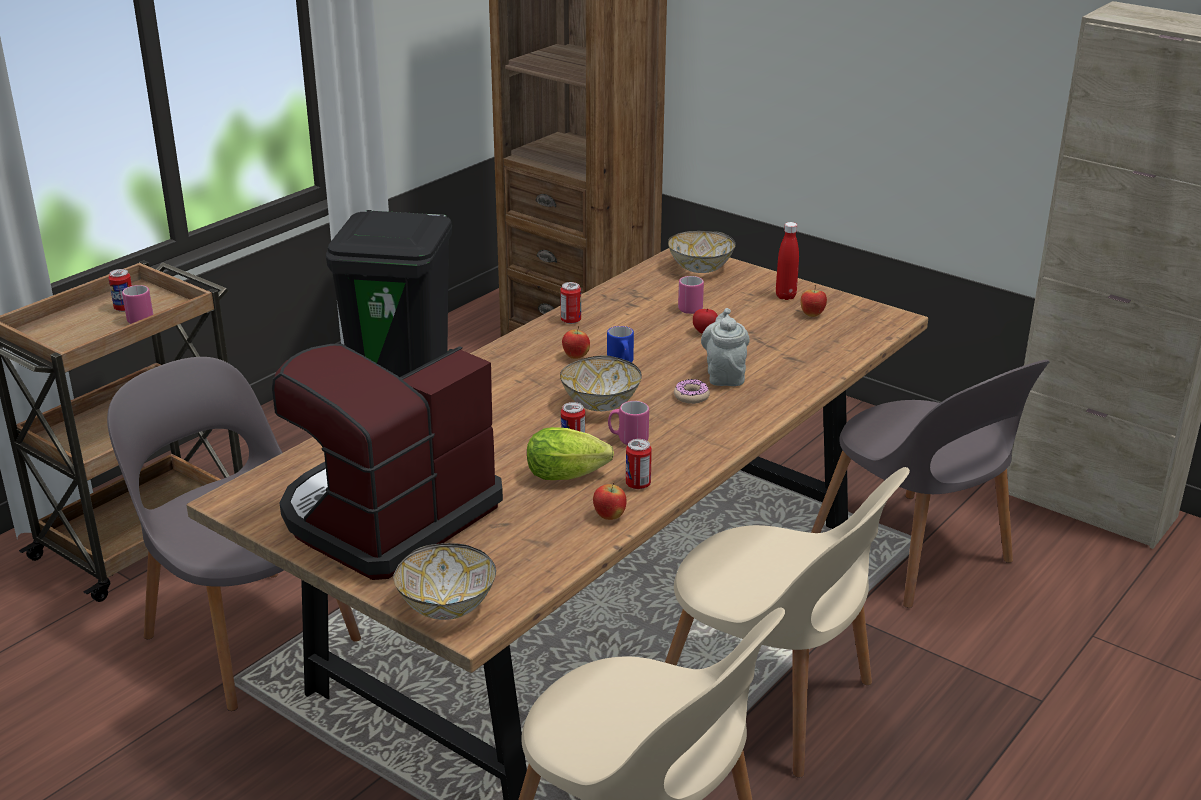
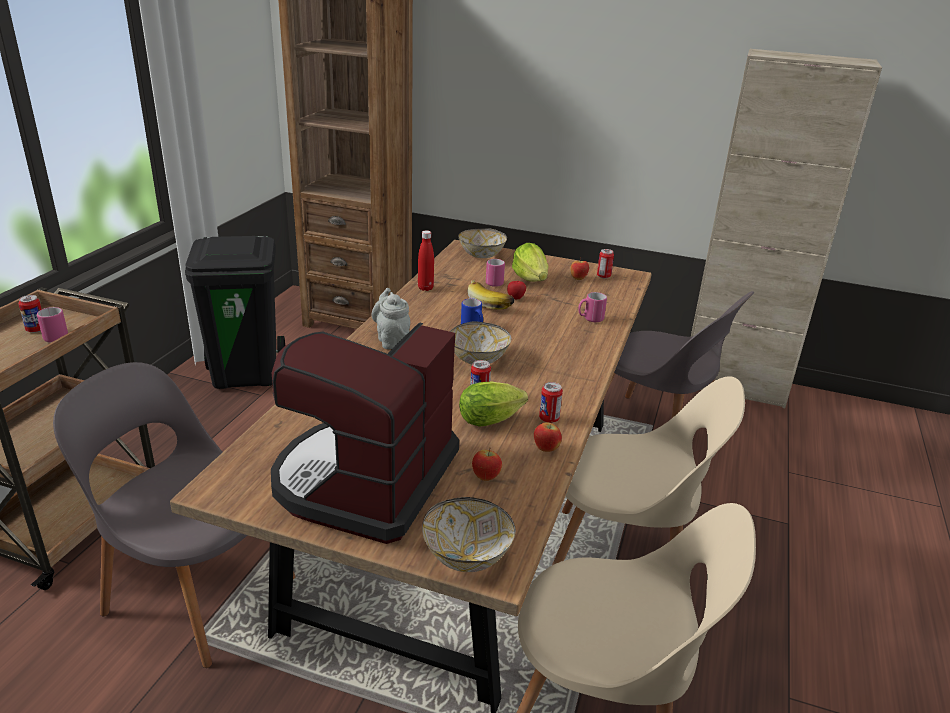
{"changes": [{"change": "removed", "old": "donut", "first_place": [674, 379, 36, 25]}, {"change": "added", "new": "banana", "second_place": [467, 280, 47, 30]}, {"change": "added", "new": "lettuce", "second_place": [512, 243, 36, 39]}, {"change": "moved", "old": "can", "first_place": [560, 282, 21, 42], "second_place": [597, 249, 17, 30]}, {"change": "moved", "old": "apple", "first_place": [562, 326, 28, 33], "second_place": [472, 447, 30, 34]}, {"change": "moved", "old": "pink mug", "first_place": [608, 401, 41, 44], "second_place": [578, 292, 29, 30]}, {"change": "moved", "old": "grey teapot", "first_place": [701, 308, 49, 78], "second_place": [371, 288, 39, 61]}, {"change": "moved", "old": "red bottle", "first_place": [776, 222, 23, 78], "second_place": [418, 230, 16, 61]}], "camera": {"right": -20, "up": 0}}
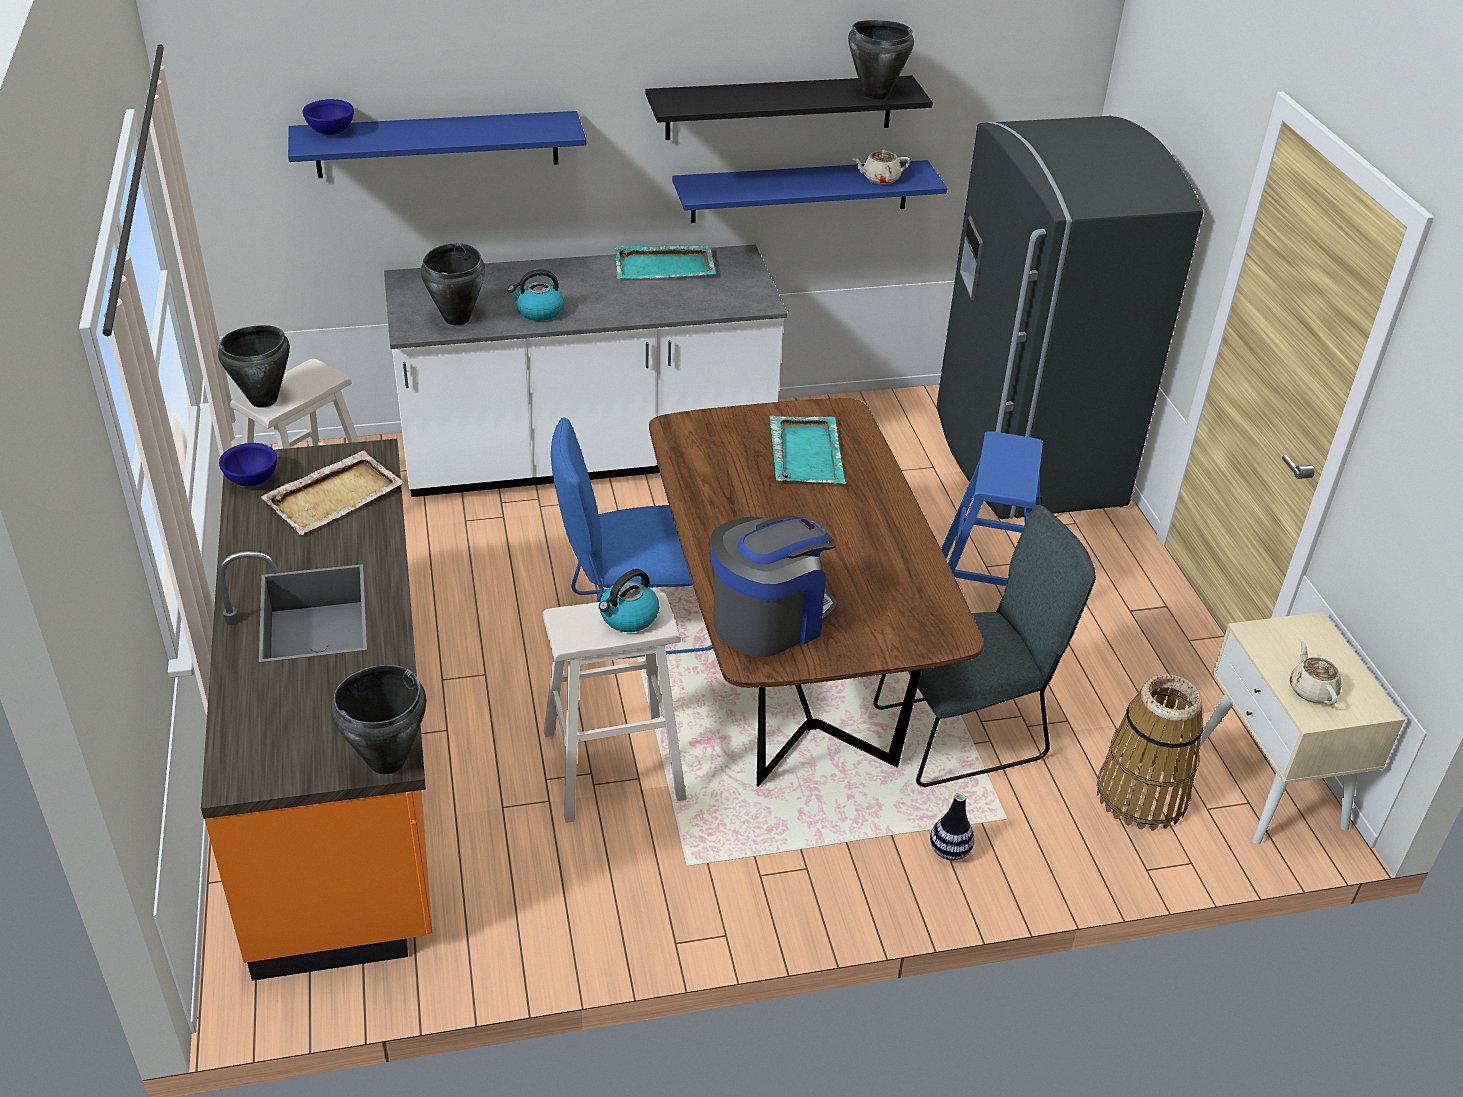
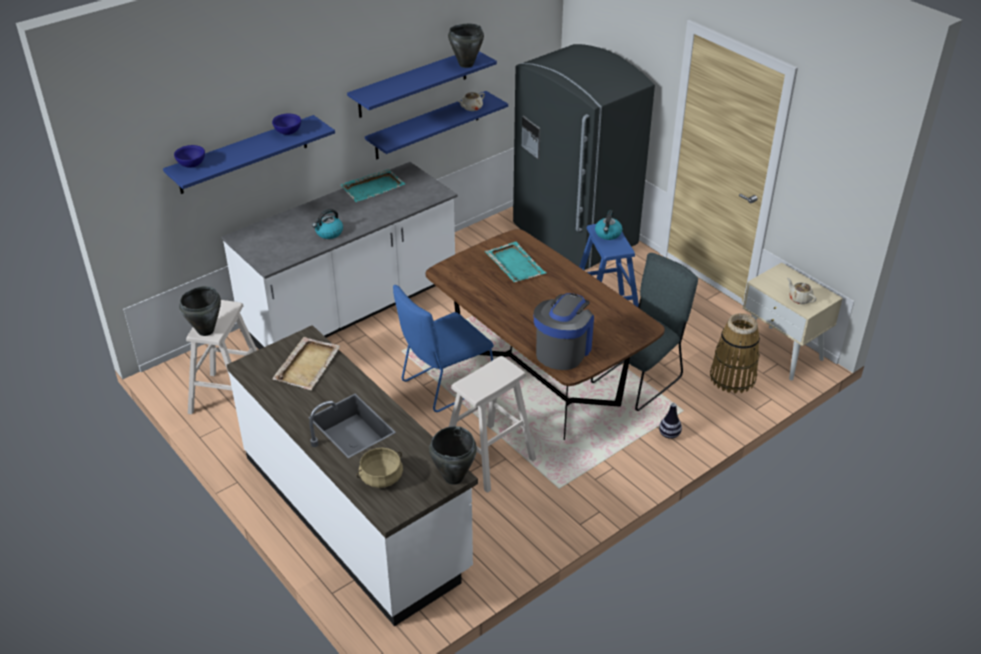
{"changes": [{"change": "removed", "old": "black cooking pot", "first_place": [421, 243, 64, 82]}, {"change": "added", "new": "beige cooking pot", "second_place": [356, 448, 47, 40]}, {"change": "moved", "old": "blue bowl", "first_place": [219, 443, 58, 43], "second_place": [272, 114, 29, 21]}, {"change": "moved", "old": "kettle", "first_place": [599, 569, 60, 63], "second_place": [595, 210, 27, 30]}, {"change": "recoloured", "old": "orange counter", "new": "white counter", "first_place": [201, 439, 231, 542], "second_place": [227, 325, 251, 301]}, {"change": "recoloured", "old": "black shelf", "new": "blue shelf", "first_place": [646, 76, 287, 64], "second_place": [347, 51, 150, 67]}], "camera": {"right": -25, "up": 0}}
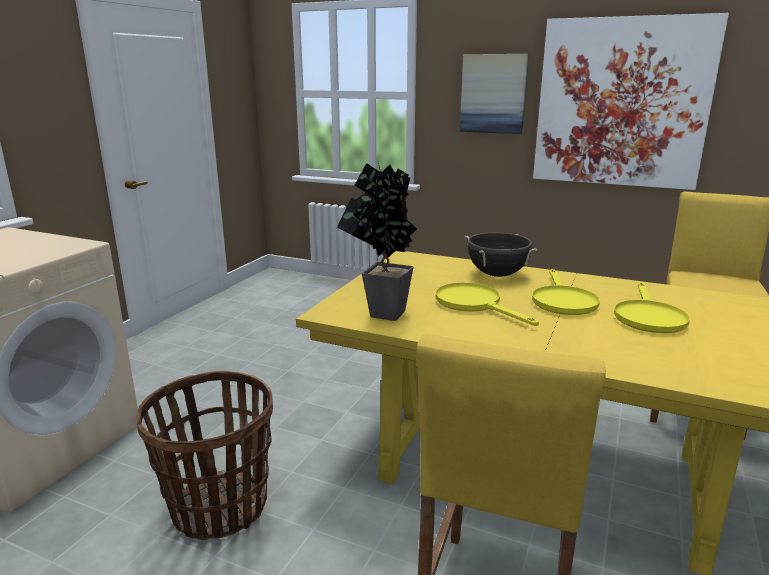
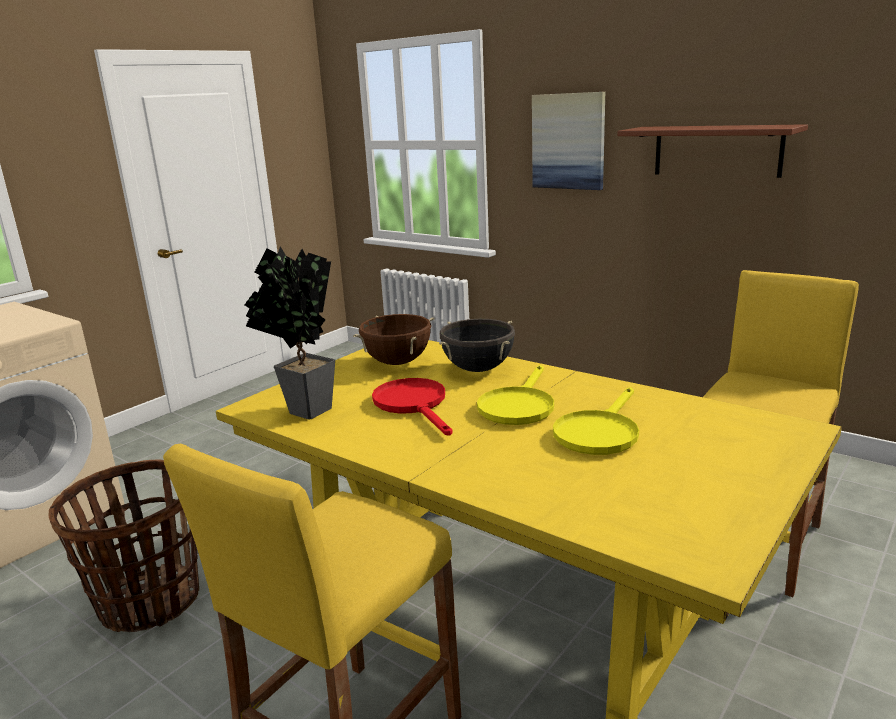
{"changes": [{"change": "added", "new": "brown cooking pot", "second_place": [353, 314, 81, 51]}, {"change": "replaced", "old": "picture", "new": "brown shelf", "first_place": [533, 13, 196, 177], "second_place": [617, 124, 191, 54]}, {"change": "recoloured", "old": "yellow frying pan", "new": "red frying pan", "first_place": [436, 282, 103, 44], "second_place": [372, 378, 81, 58]}], "camera": {"right": 15, "up": 0}}
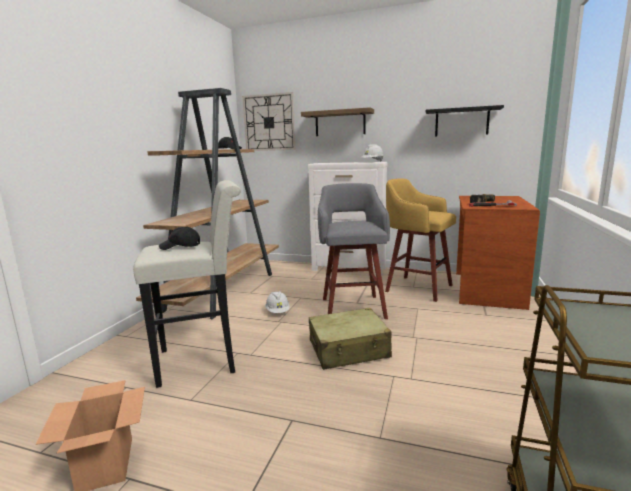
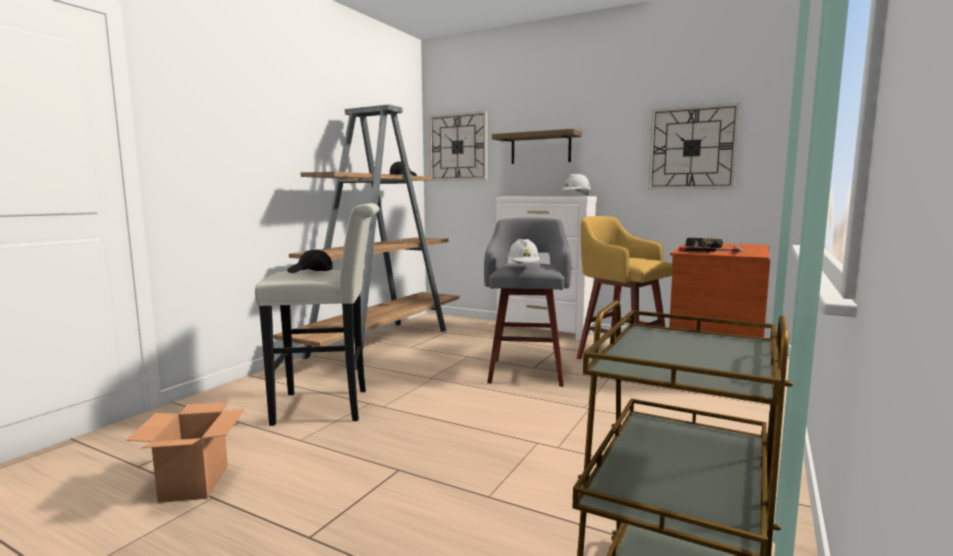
{"changes": [{"change": "removed", "old": "beige suitcase", "first_place": [309, 308, 83, 62]}, {"change": "moved", "old": "white hard hat", "first_place": [265, 291, 25, 22], "second_place": [507, 239, 33, 26]}, {"change": "replaced", "old": "black shelf", "new": "wall clock", "first_place": [426, 105, 78, 32], "second_place": [648, 103, 92, 86]}], "camera": {"right": 10, "up": -5}}
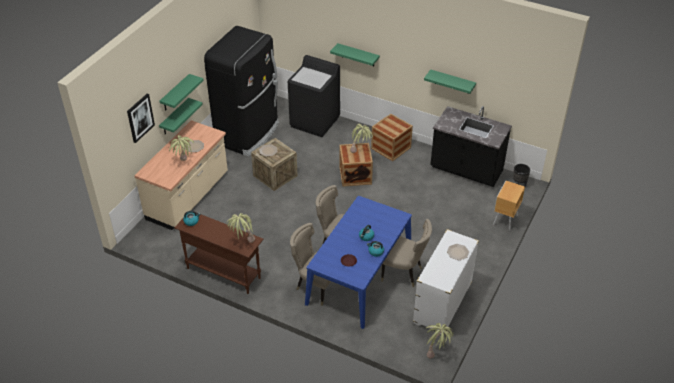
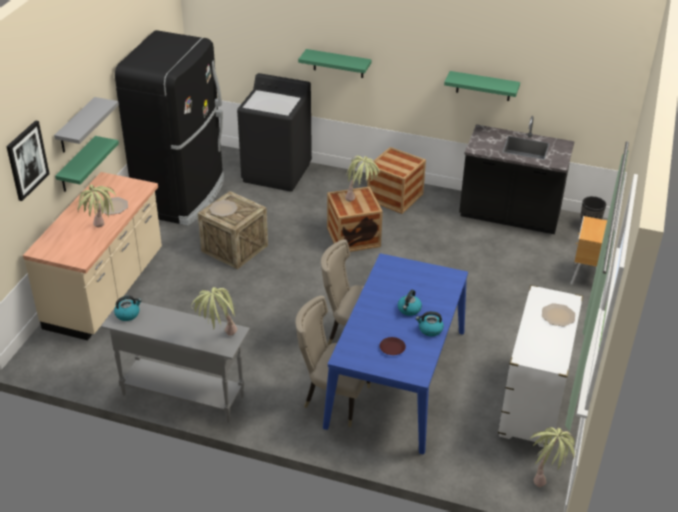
{"changes": [{"change": "removed", "old": "beige chair", "first_place": [381, 219, 51, 68]}, {"change": "recoloured", "old": "green shelf", "new": "grey shelf", "first_place": [159, 74, 45, 37], "second_place": [54, 97, 65, 55]}, {"change": "recoloured", "old": "brown console table", "new": "grey console table", "first_place": [174, 210, 90, 84], "second_place": [101, 299, 149, 124]}], "camera": {"right": -10, "up": -5}}
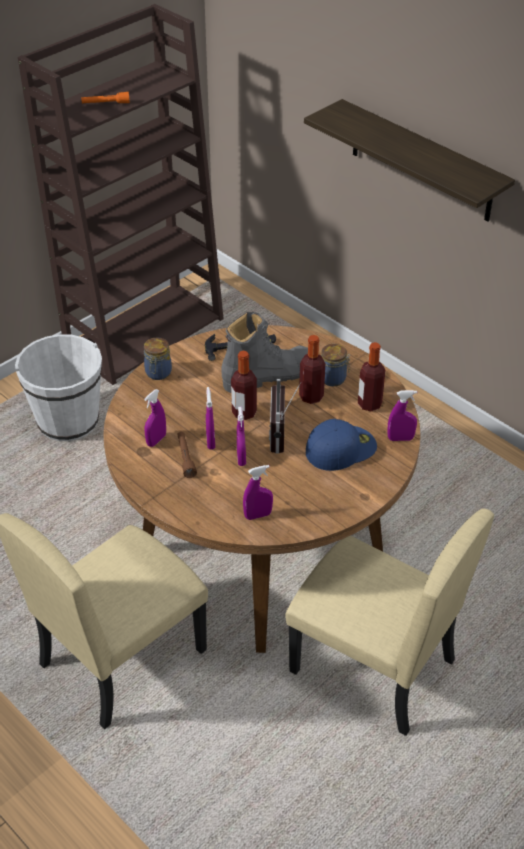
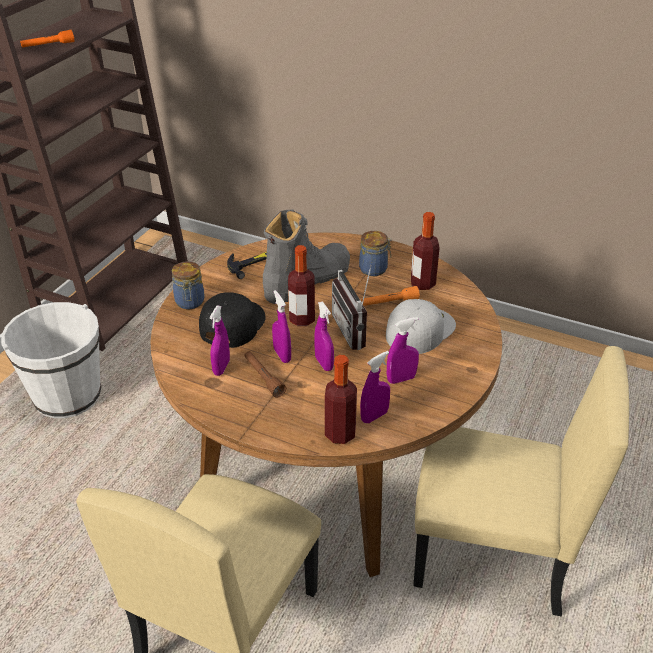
{"changes": [{"change": "removed", "old": "shelf", "first_place": [304, 99, 211, 123]}, {"change": "added", "new": "black cap", "second_place": [199, 292, 67, 56]}, {"change": "added", "new": "orange flashlight", "second_place": [361, 286, 59, 20]}, {"change": "moved", "old": "bottle", "first_place": [299, 335, 26, 69], "second_place": [325, 355, 32, 89]}, {"change": "moved", "old": "purple spray bottle", "first_place": [387, 390, 30, 51], "second_place": [387, 317, 32, 67]}, {"change": "recoloured", "old": "blue cap", "new": "white cap", "first_place": [306, 419, 71, 52], "second_place": [386, 299, 70, 55]}], "camera": {"right": -20, "up": -5}}
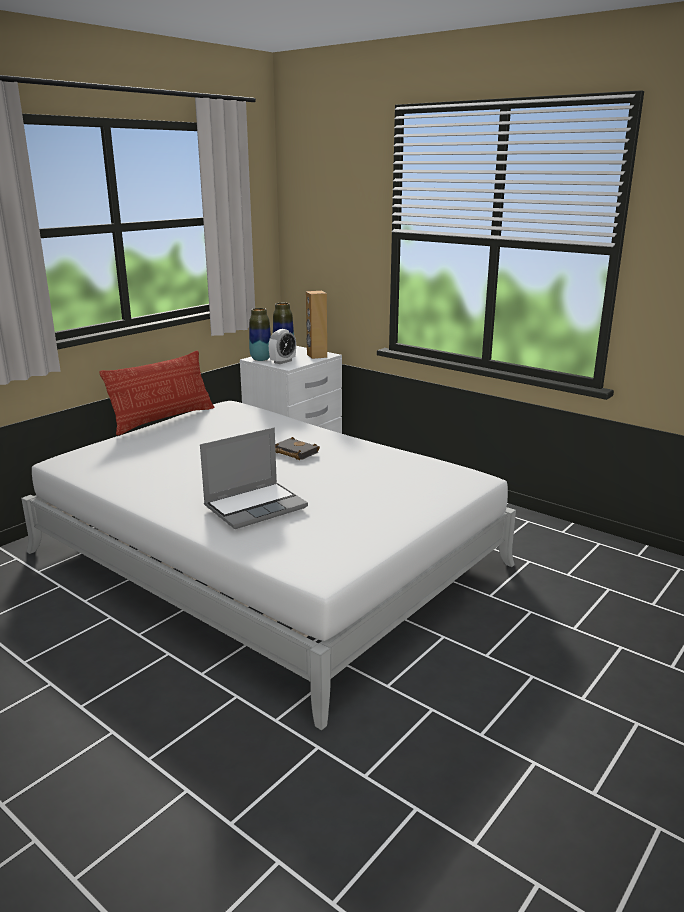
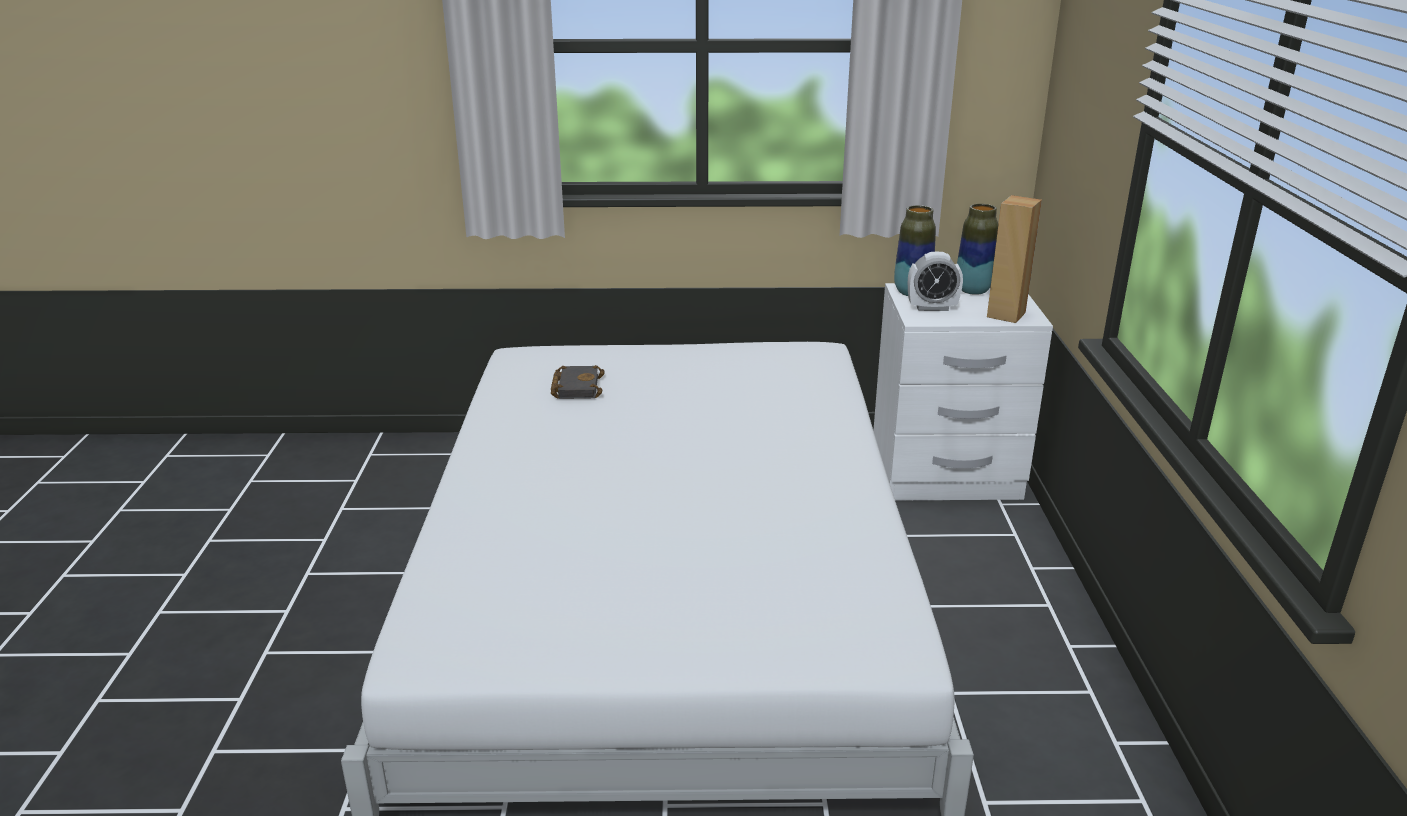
{"changes": [{"change": "removed", "old": "pillow", "first_place": [99, 351, 116, 85]}, {"change": "removed", "old": "laptop", "first_place": [200, 428, 108, 101]}, {"change": "moved", "old": "black book", "first_place": [275, 437, 45, 23], "second_place": [551, 365, 54, 34]}], "camera": {"right": 50, "up": 5}}
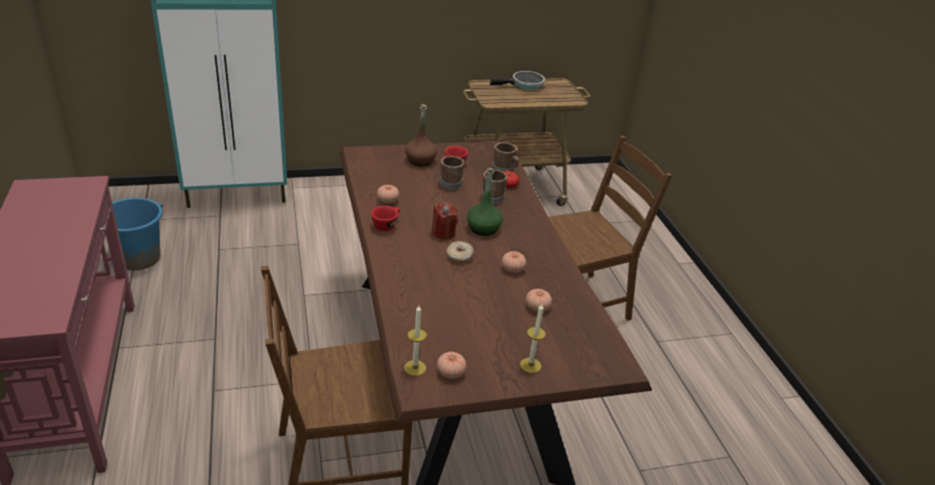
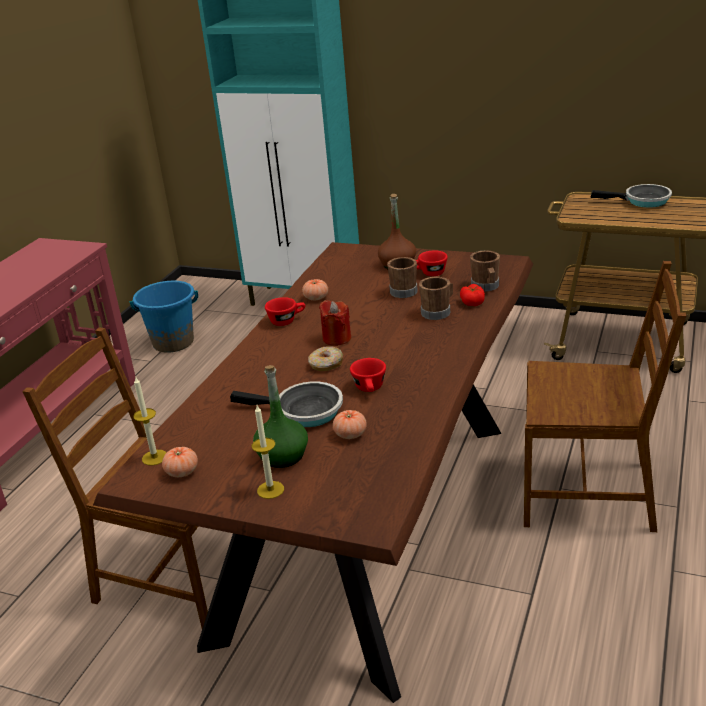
{"changes": [{"change": "added", "new": "frying pan", "second_place": [230, 381, 113, 46]}, {"change": "moved", "old": "green bottle", "first_place": [467, 168, 36, 68], "second_place": [253, 365, 55, 103]}, {"change": "replaced", "old": "tomato", "new": "red cup", "first_place": [502, 251, 24, 22], "second_place": [350, 358, 36, 34]}], "camera": {"right": 40, "up": -5}}
